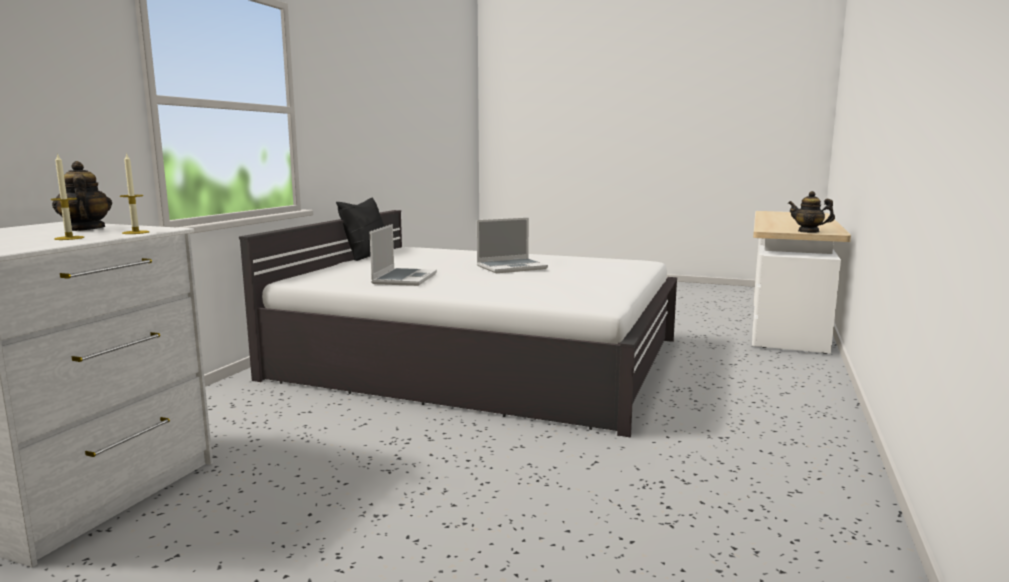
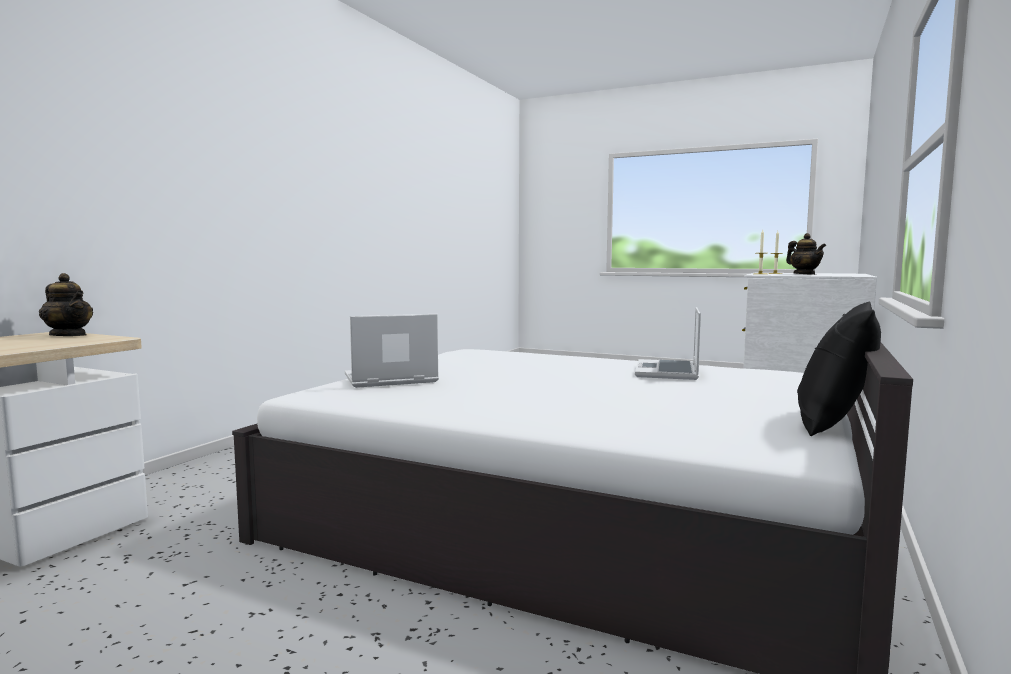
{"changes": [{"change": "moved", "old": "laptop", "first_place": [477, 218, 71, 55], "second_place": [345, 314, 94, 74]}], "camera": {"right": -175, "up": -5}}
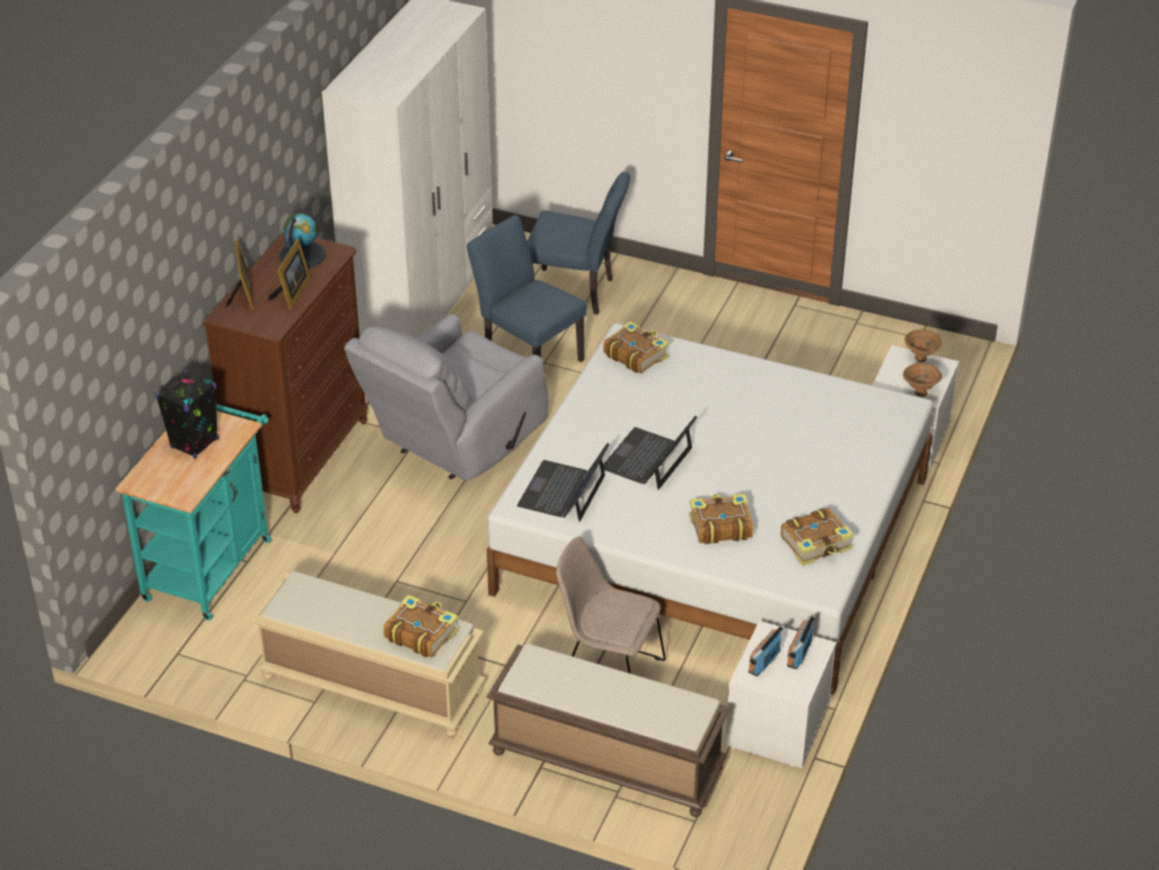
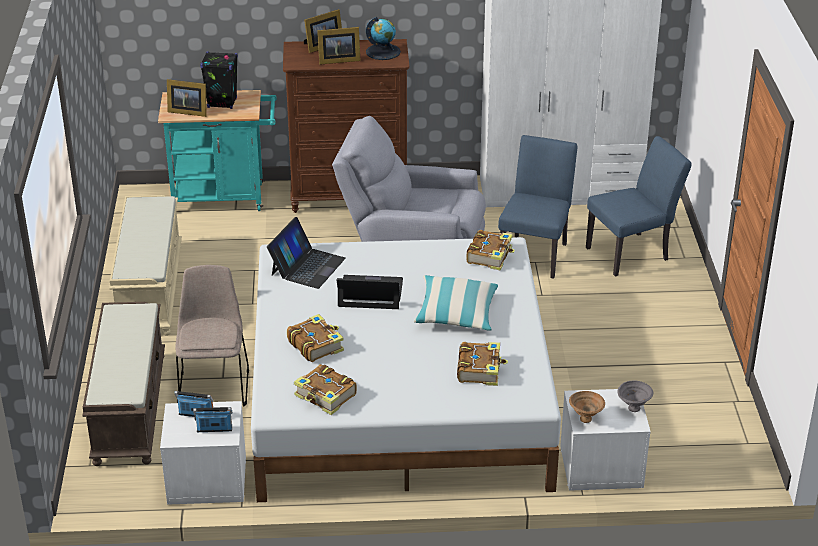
{"changes": [{"change": "added", "new": "picture frame", "second_place": [167, 79, 40, 38]}, {"change": "added", "new": "pillow", "second_place": [414, 275, 84, 55]}, {"change": "moved", "old": "book", "first_place": [383, 595, 76, 63], "second_place": [457, 342, 51, 44]}, {"change": "recoloured", "old": "brown bowl", "new": "grey bowl", "first_place": [904, 330, 38, 32], "second_place": [618, 381, 35, 31]}, {"change": "turned", "old": "laptop", "first_place": [517, 443, 93, 79], "second_place": [267, 217, 79, 72], "degrees": 120}, {"change": "turned", "old": "blue chair", "first_place": [527, 172, 103, 143], "second_place": [586, 136, 106, 141], "degrees": -105}], "camera": {"right": 65, "up": -5}}
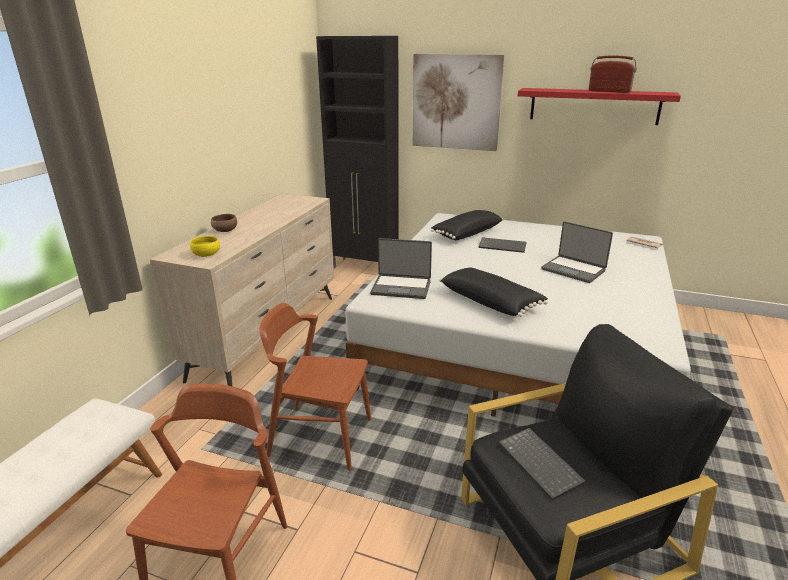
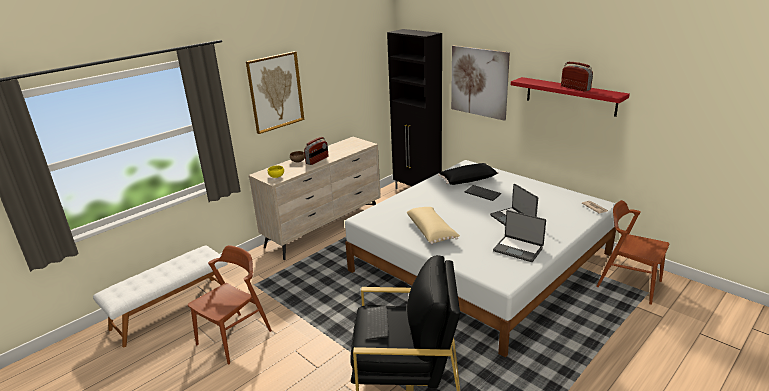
{"changes": [{"change": "added", "new": "picture", "second_place": [246, 51, 58, 83]}, {"change": "added", "new": "radio", "second_place": [304, 137, 24, 28]}, {"change": "moved", "old": "brown chair", "first_place": [259, 302, 112, 169], "second_place": [596, 200, 73, 105]}, {"change": "moved", "old": "laptop", "first_place": [370, 238, 62, 61], "second_place": [493, 210, 53, 52]}, {"change": "recoloured", "old": "black pillow", "new": "beige pillow", "first_place": [439, 267, 109, 50], "second_place": [407, 207, 53, 37]}], "camera": {"right": 25, "up": 0}}
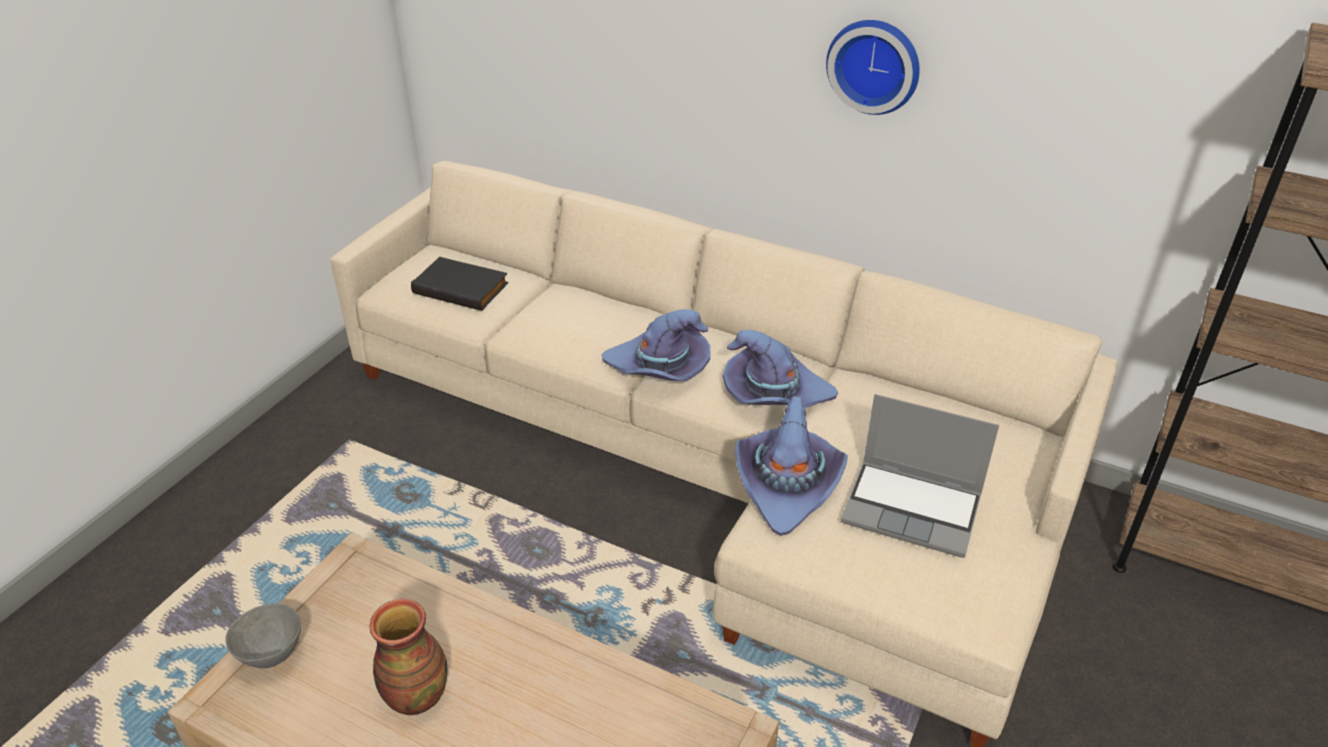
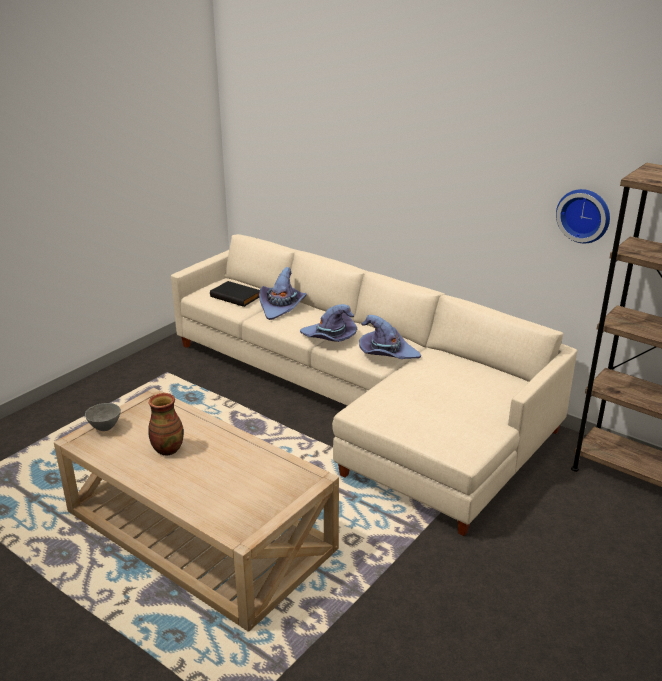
{"changes": [{"change": "removed", "old": "laptop", "first_place": [841, 394, 158, 164]}, {"change": "moved", "old": "purple hat", "first_place": [735, 396, 113, 140], "second_place": [259, 267, 48, 53]}, {"change": "moved", "old": "wall clock", "first_place": [826, 20, 94, 95], "second_place": [556, 189, 54, 54]}], "camera": {"right": 10, "up": -10}}
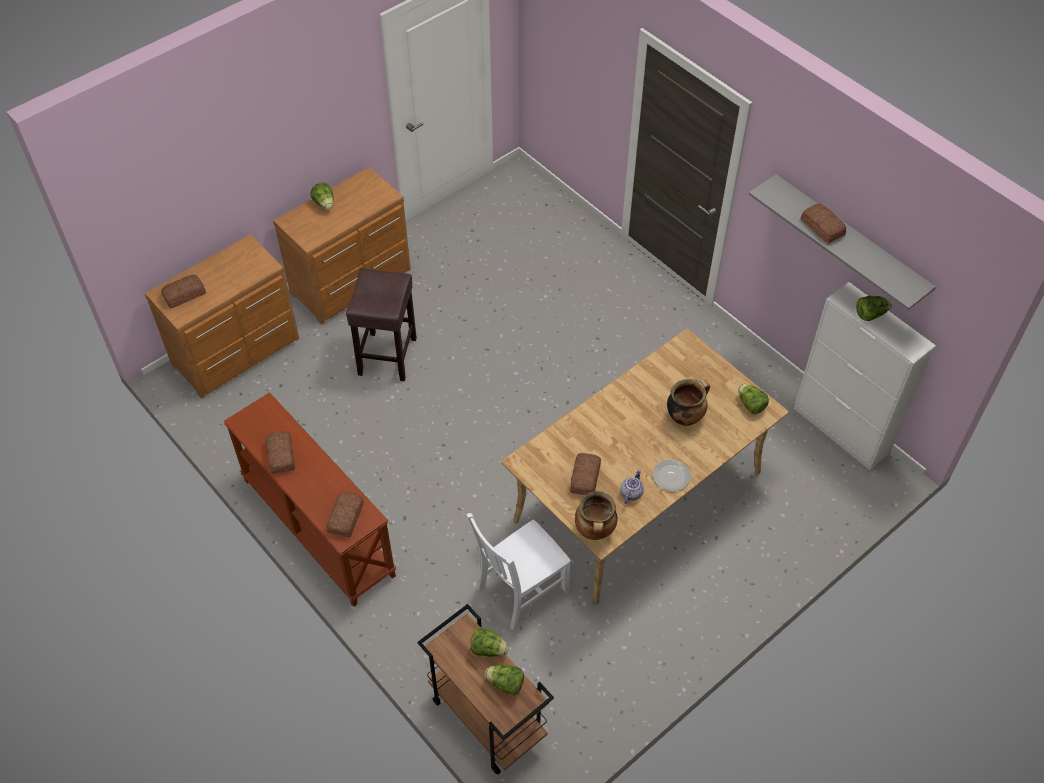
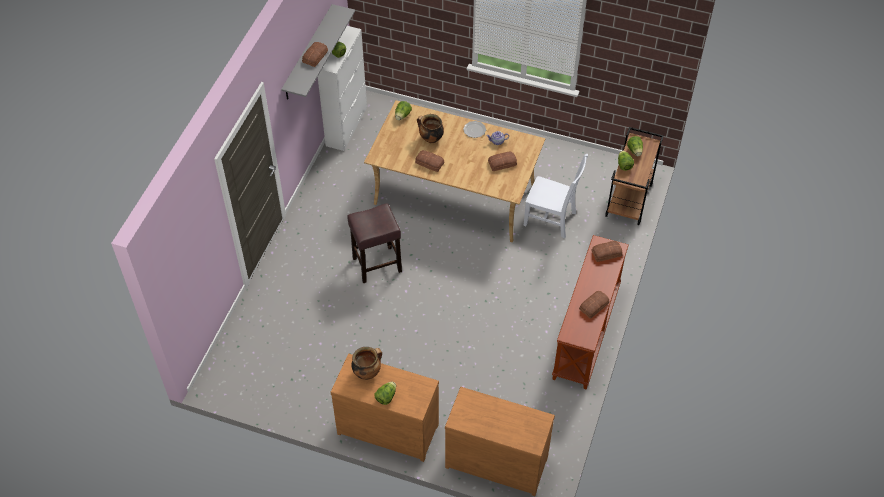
{"changes": [{"change": "moved", "old": "bread", "first_place": [161, 275, 45, 33], "second_place": [415, 150, 29, 22]}, {"change": "moved", "old": "brown stool", "first_place": [346, 268, 71, 113], "second_place": [347, 203, 55, 80]}, {"change": "moved", "old": "cooking pot", "first_place": [575, 491, 42, 49], "second_place": [352, 347, 30, 33]}], "camera": {"right": -120, "up": 0}}
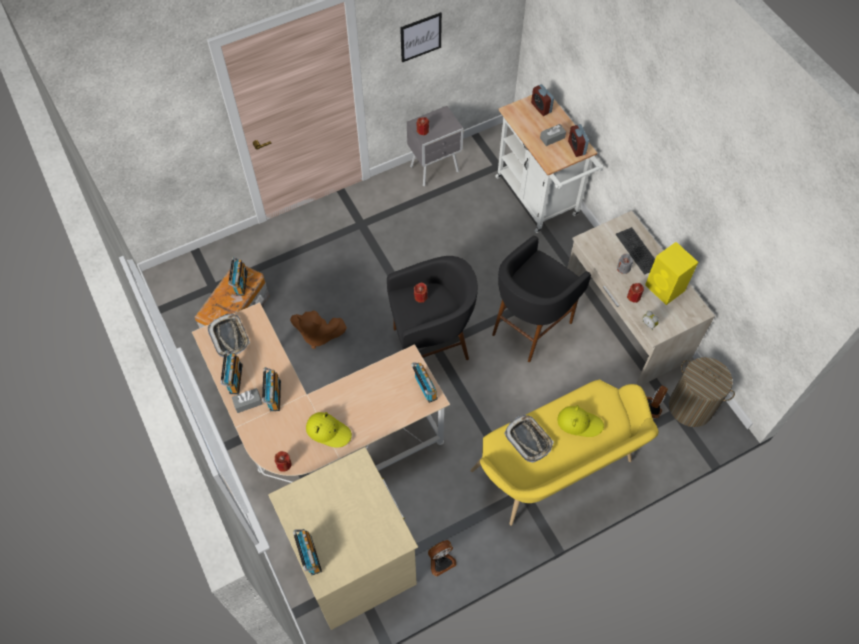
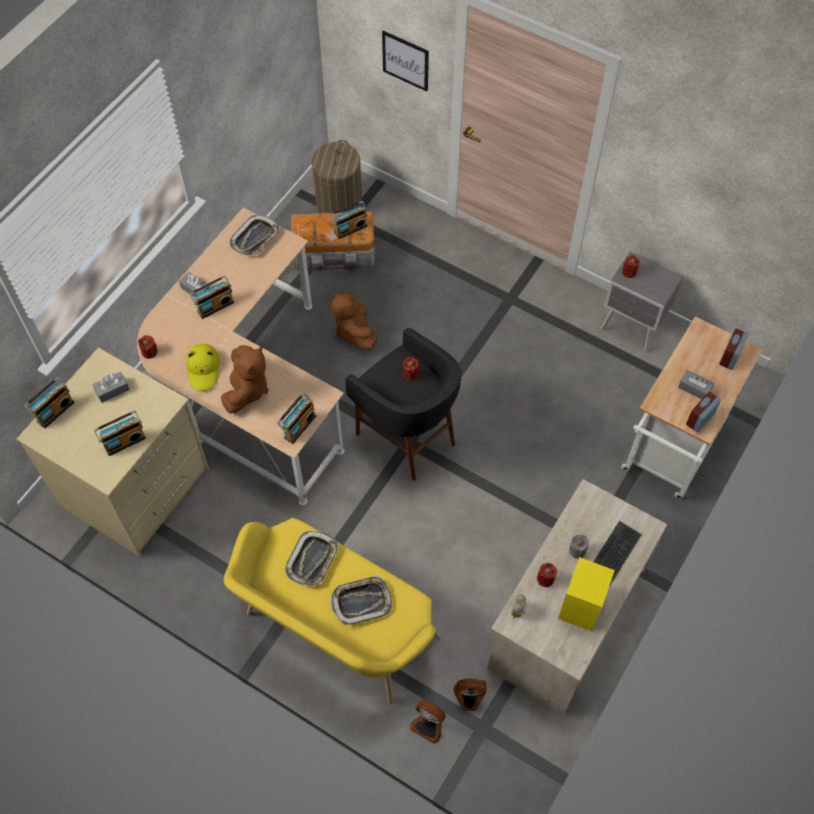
{"changes": [{"change": "removed", "old": "black stool", "first_place": [492, 236, 99, 126]}, {"change": "added", "new": "grey tissue box", "second_place": [93, 372, 37, 31]}, {"change": "added", "new": "brown plush toy", "second_place": [221, 345, 47, 68]}, {"change": "moved", "old": "radio", "first_place": [220, 350, 23, 44], "second_place": [94, 411, 52, 45]}, {"change": "moved", "old": "picture", "first_place": [400, 12, 42, 50], "second_place": [382, 31, 47, 60]}, {"change": "moved", "old": "fan", "first_place": [428, 540, 28, 37], "second_place": [410, 699, 36, 45]}, {"change": "moved", "old": "laundry basket", "first_place": [669, 357, 66, 70], "second_place": [311, 140, 51, 73]}, {"change": "replaced", "old": "yellow hat", "new": "tray", "first_place": [557, 405, 47, 32], "second_place": [330, 575, 62, 50]}], "camera": {"right": 60, "up": 0}}
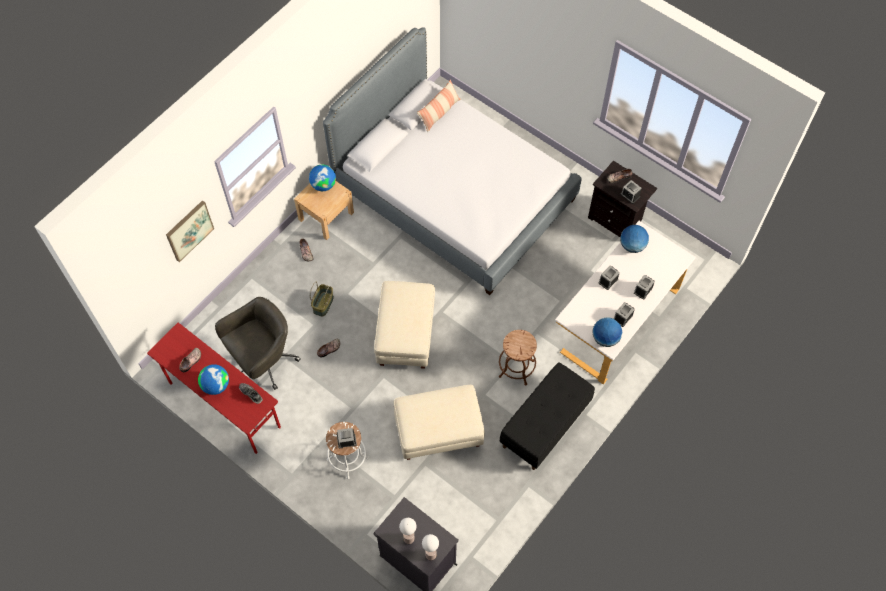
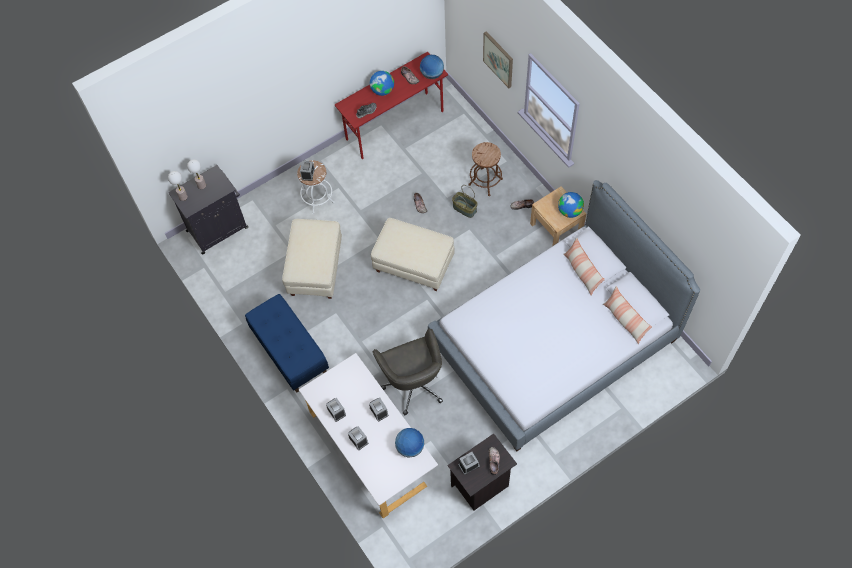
{"changes": [{"change": "added", "new": "pillow", "second_place": [563, 238, 42, 57]}, {"change": "moved", "old": "grey office chair", "first_place": [215, 297, 86, 93], "second_place": [372, 329, 71, 86]}, {"change": "moved", "old": "brown stool", "first_place": [499, 330, 38, 55], "second_place": [468, 142, 35, 54]}, {"change": "moved", "old": "globe", "first_place": [593, 318, 29, 29], "second_place": [420, 55, 24, 24]}, {"change": "recoloured", "old": "black bench", "new": "blue bench", "first_place": [500, 362, 95, 108], "second_place": [245, 294, 84, 98]}], "camera": {"right": 110, "up": 0}}
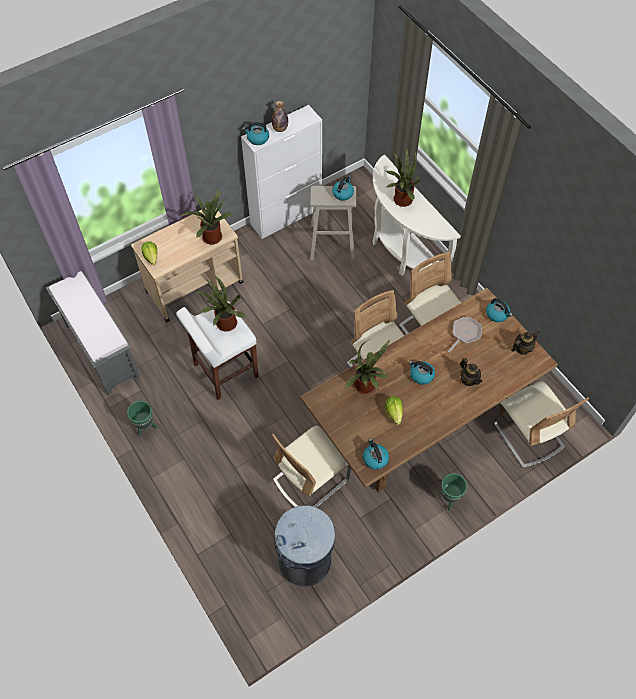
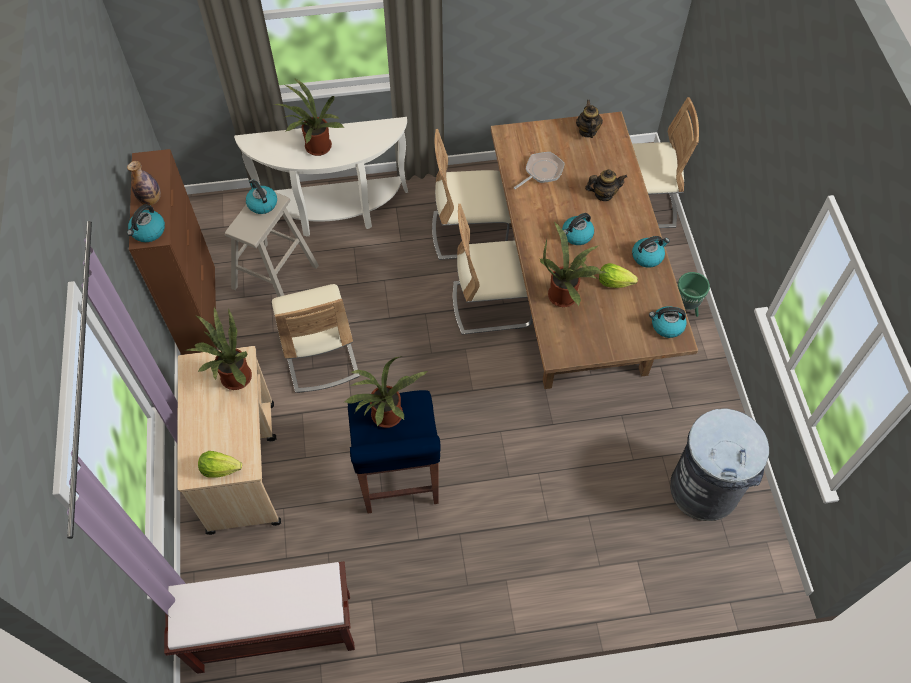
{"changes": [{"change": "removed", "old": "green planter", "first_place": [127, 401, 30, 36]}, {"change": "moved", "old": "beige chair", "first_place": [272, 425, 79, 82], "second_place": [272, 284, 88, 109]}, {"change": "moved", "old": "kettle", "first_place": [486, 298, 27, 24], "second_place": [632, 236, 38, 32]}, {"change": "recoloured", "old": "grey bench", "new": "brown bench", "first_place": [46, 271, 94, 123], "second_place": [164, 561, 191, 113]}, {"change": "recoloured", "old": "white stool", "new": "blue stool", "first_place": [176, 301, 83, 99], "second_place": [348, 390, 93, 123]}, {"change": "recoloured", "old": "white cabinet", "new": "brown cabinet", "first_place": [241, 105, 81, 134], "second_place": [129, 149, 88, 206]}, {"change": "turned", "old": "frying pan", "first_place": [448, 316, 34, 37], "second_place": [514, 152, 51, 37], "degrees": 75}], "camera": {"right": -65, "up": 0}}
